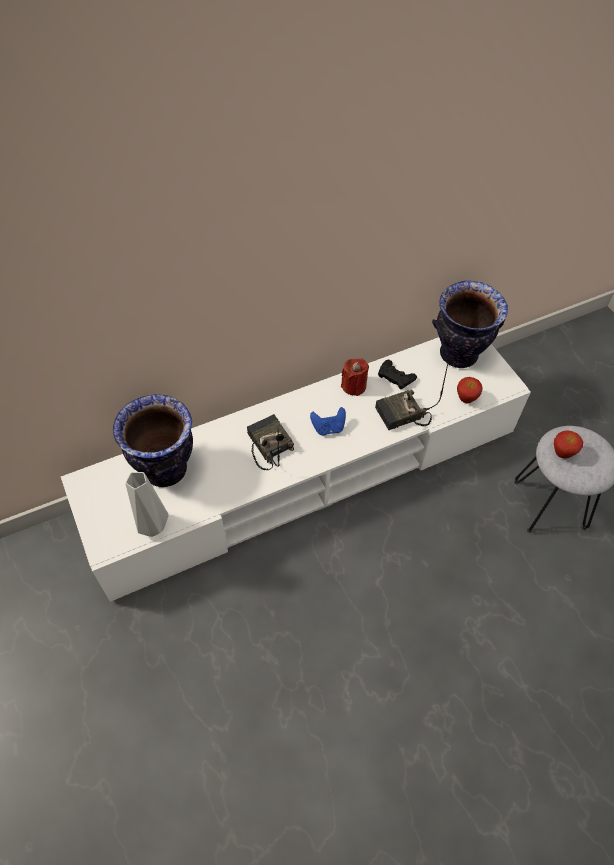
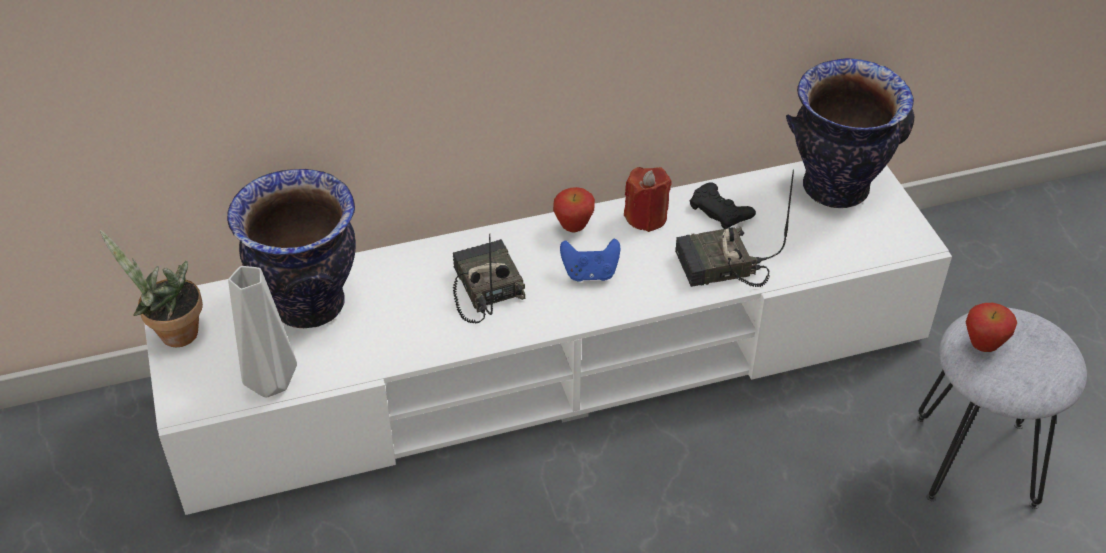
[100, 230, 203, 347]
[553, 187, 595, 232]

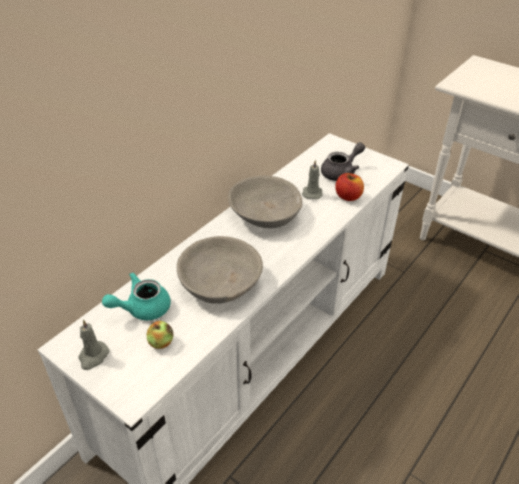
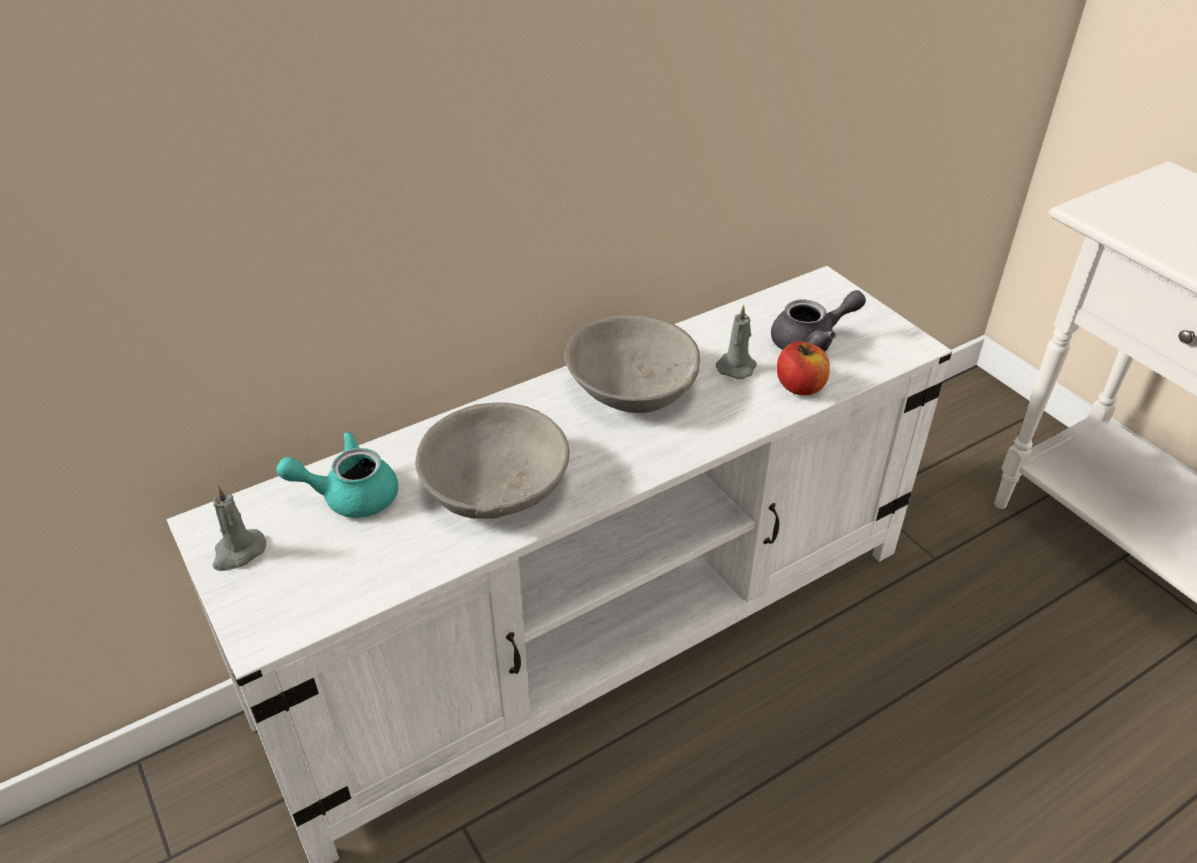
[147, 321, 173, 349] (first image)

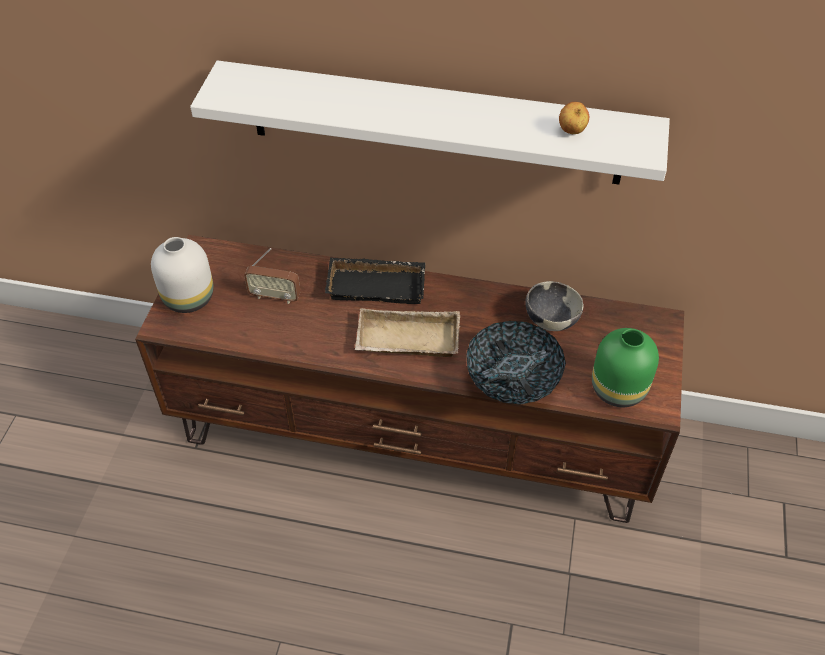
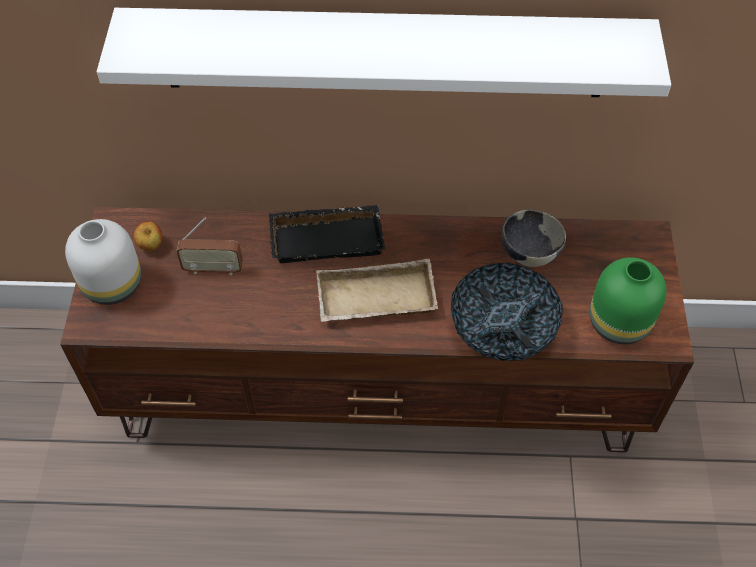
[134, 221, 163, 251]

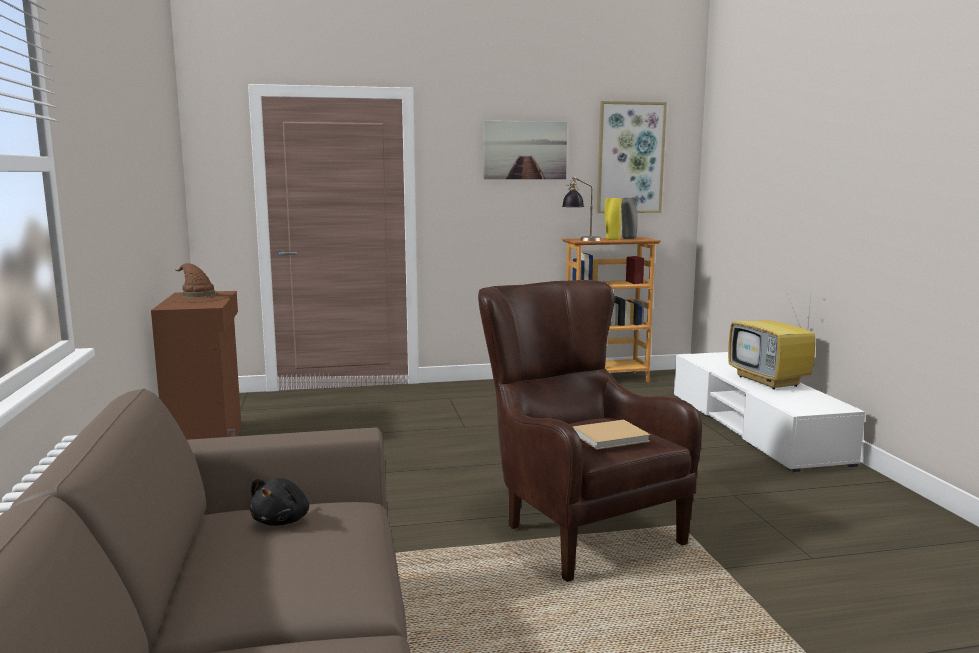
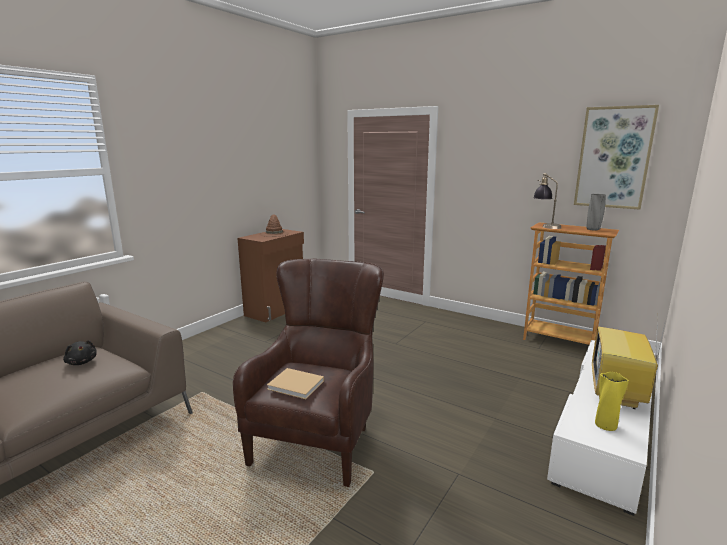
[484, 121, 567, 179] (first image)
[595, 372, 629, 431]
[63, 340, 97, 365]

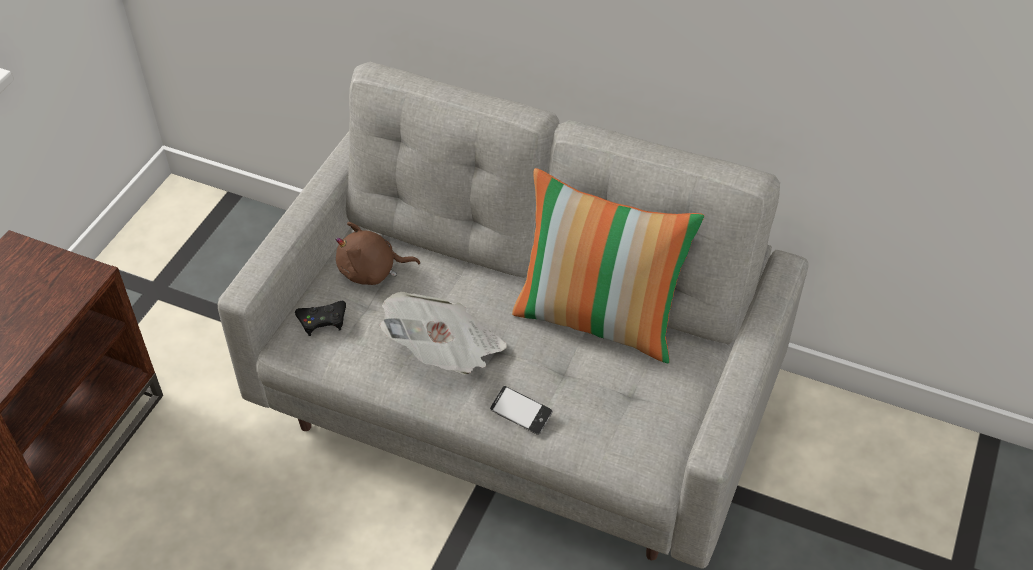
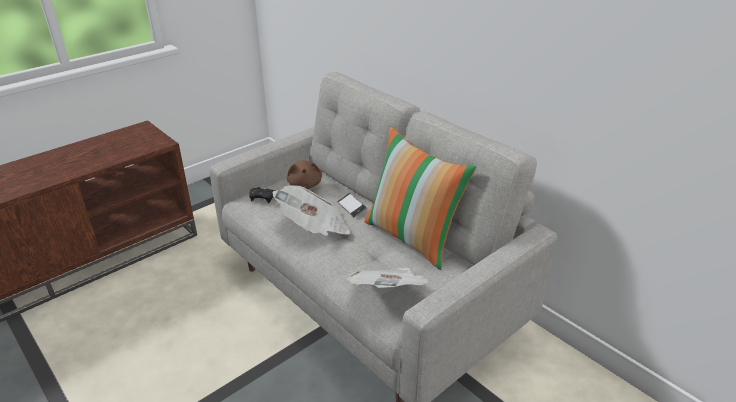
[346, 267, 430, 288]
[338, 193, 367, 217]
[286, 160, 322, 189]

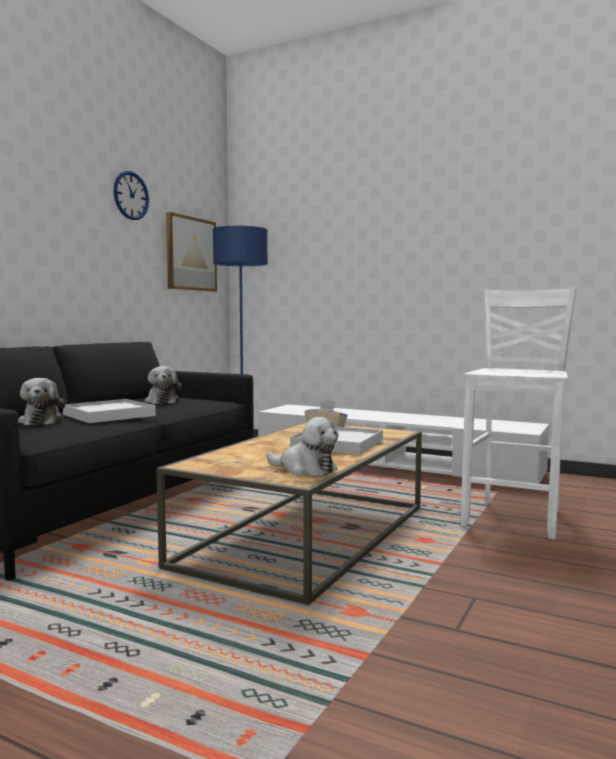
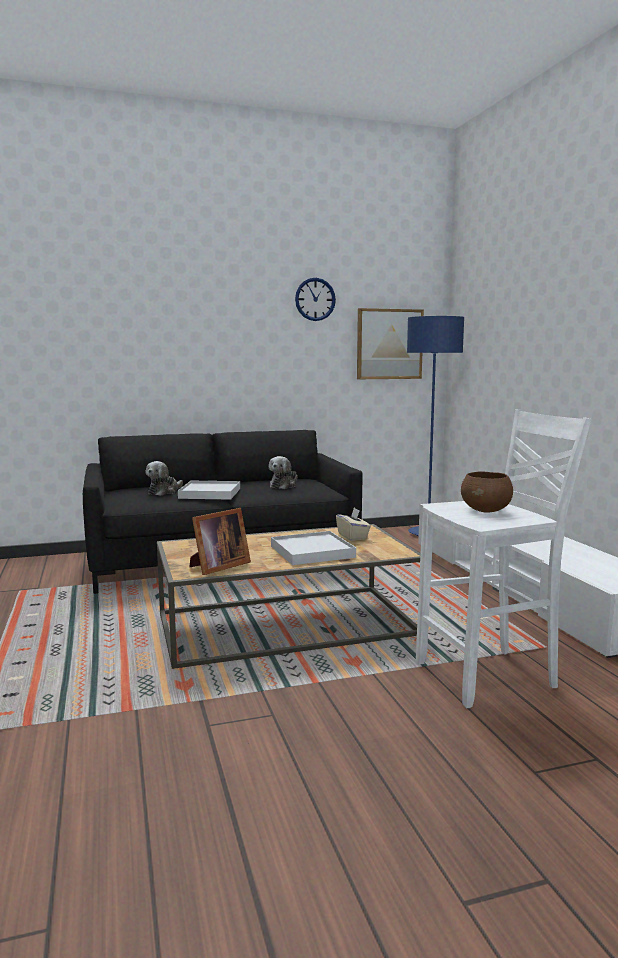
[461, 471, 513, 513]
[190, 508, 251, 575]

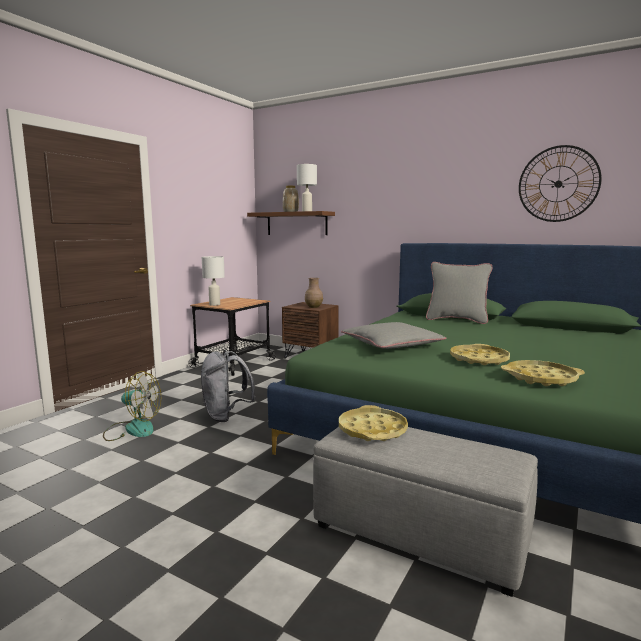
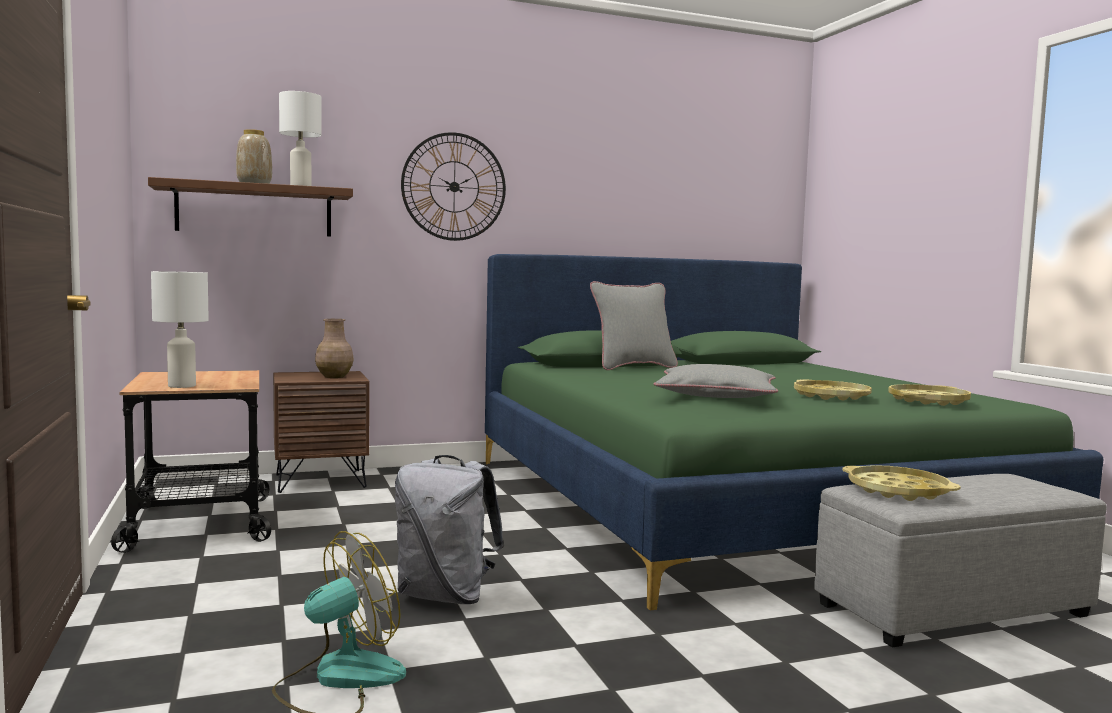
[401, 132, 506, 241]

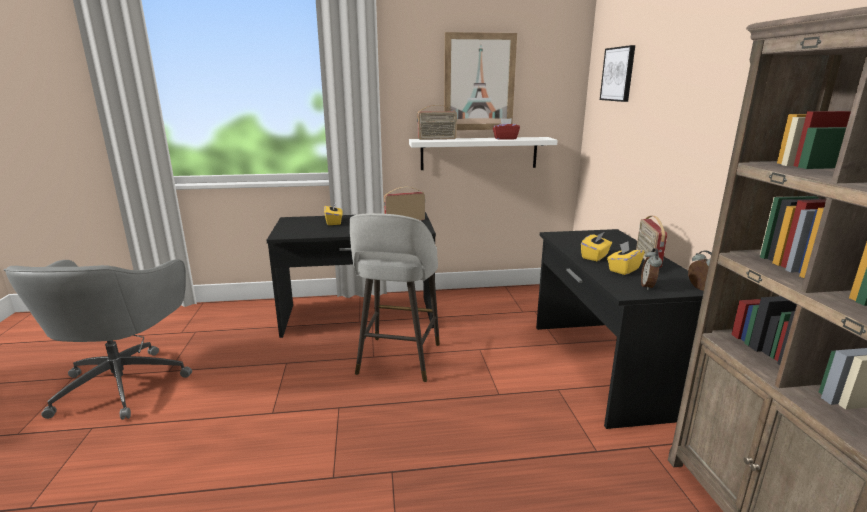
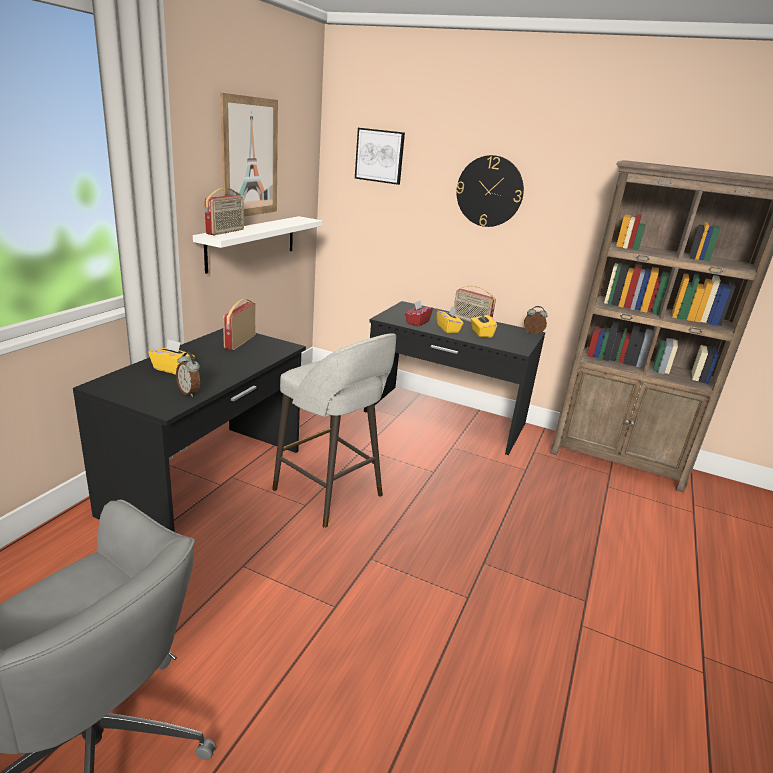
[456, 155, 524, 227]
[405, 300, 433, 326]
[176, 352, 200, 397]

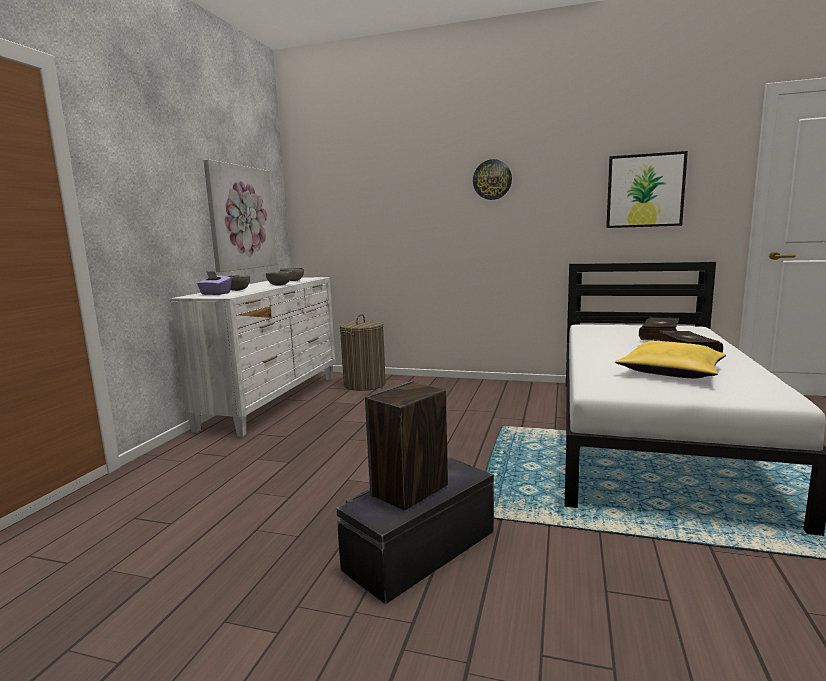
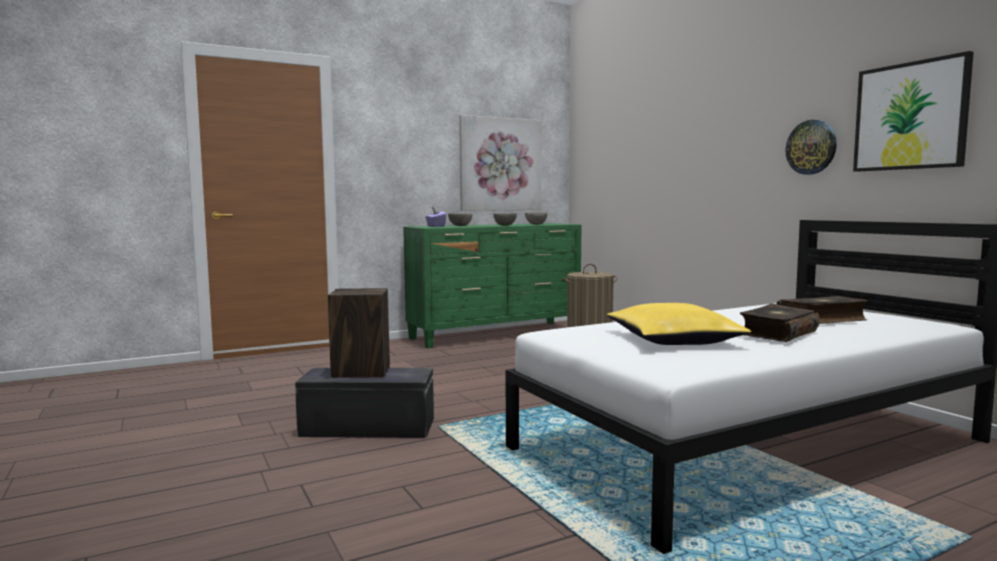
[786, 120, 837, 175]
[403, 223, 581, 349]

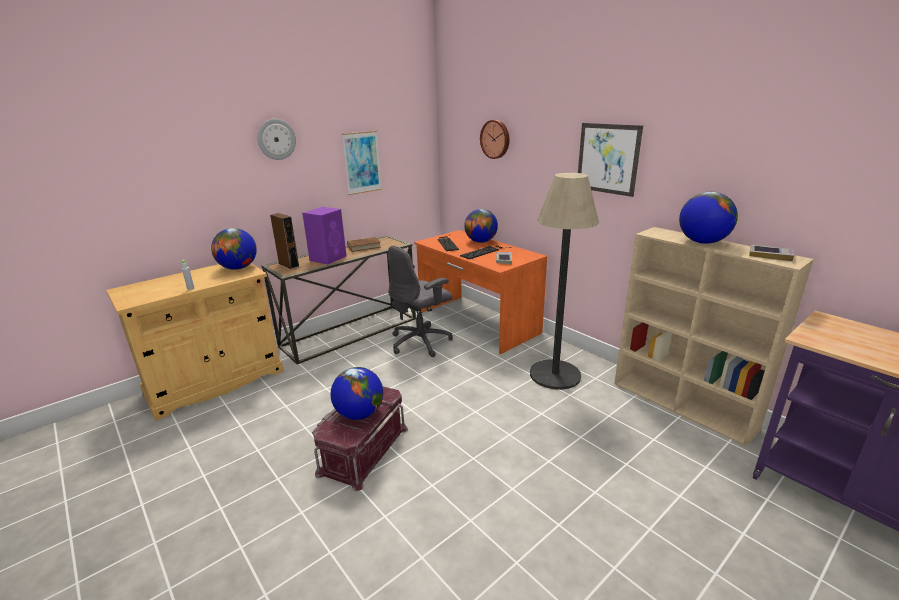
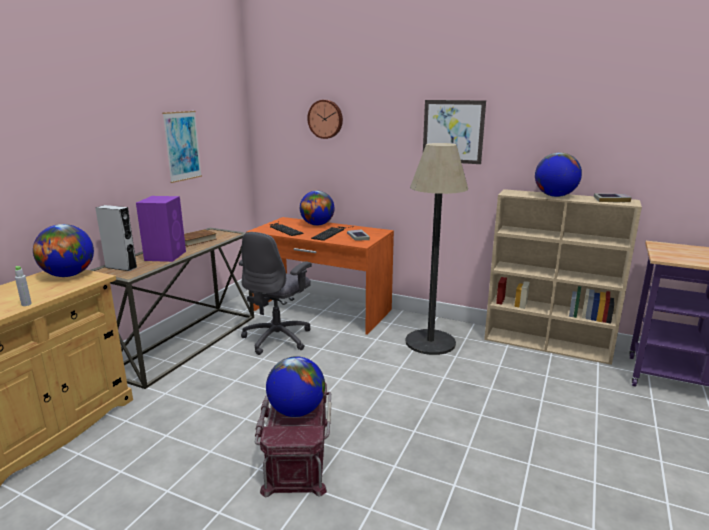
[257, 119, 296, 160] (first image)
[95, 205, 137, 271]

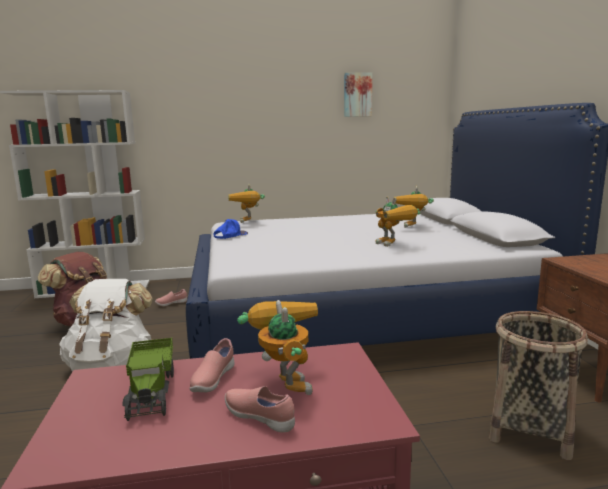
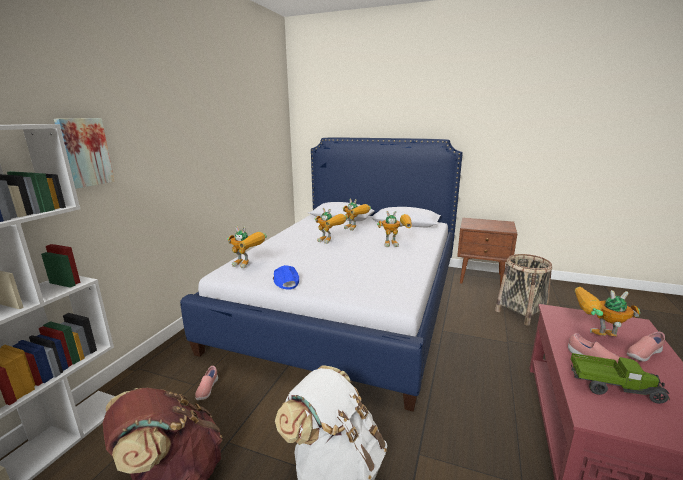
[315, 208, 348, 244]
[54, 118, 115, 189]

